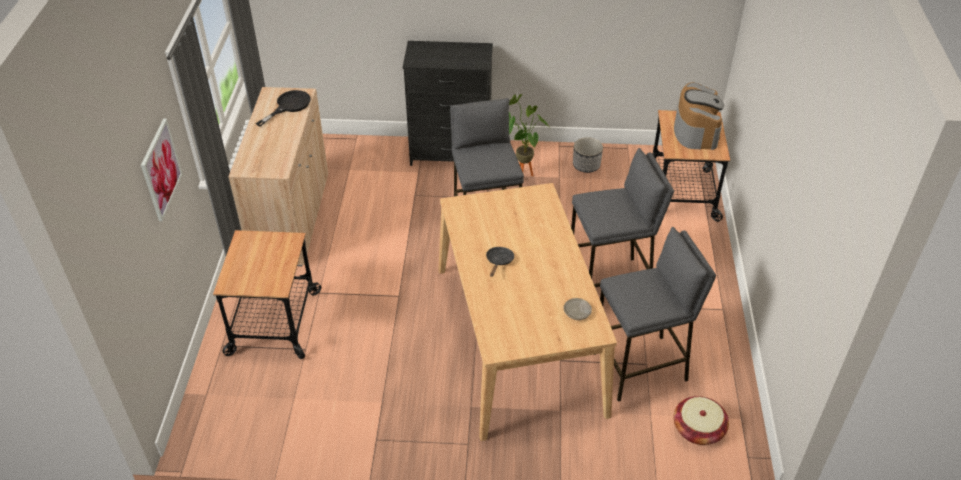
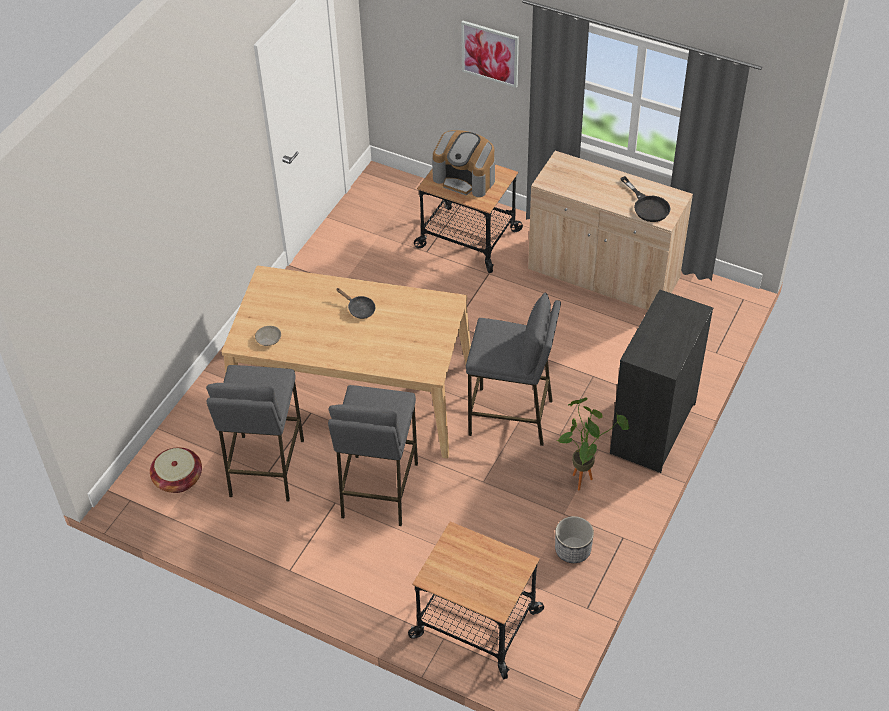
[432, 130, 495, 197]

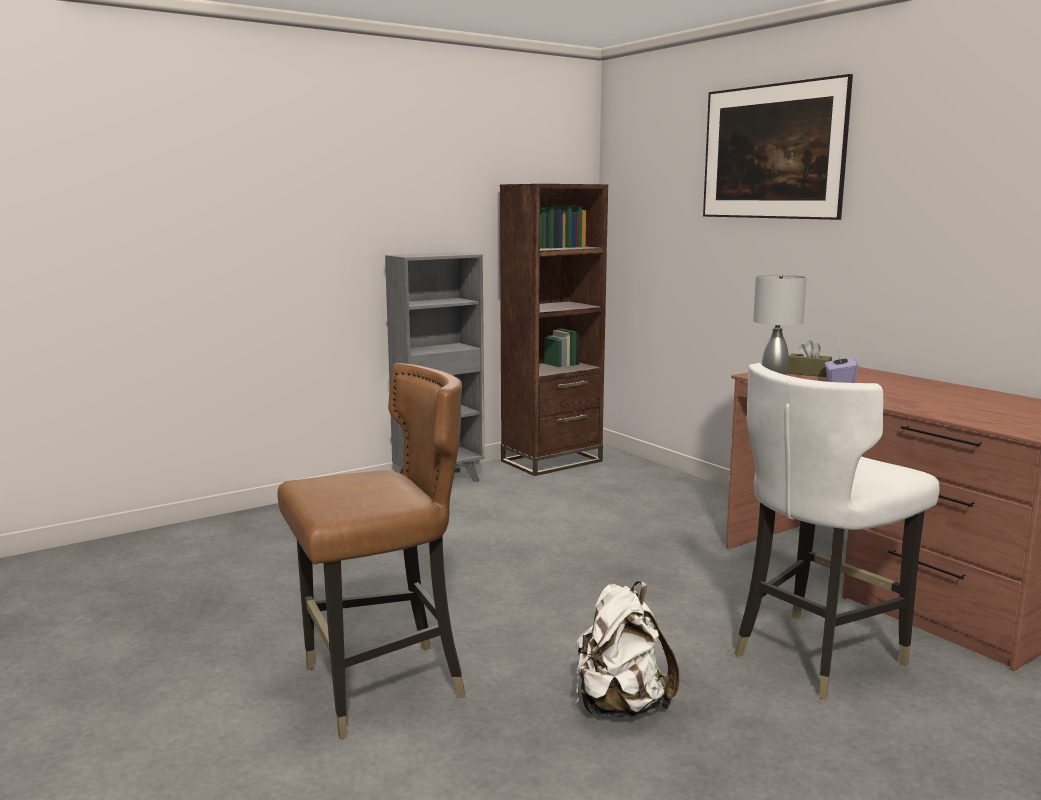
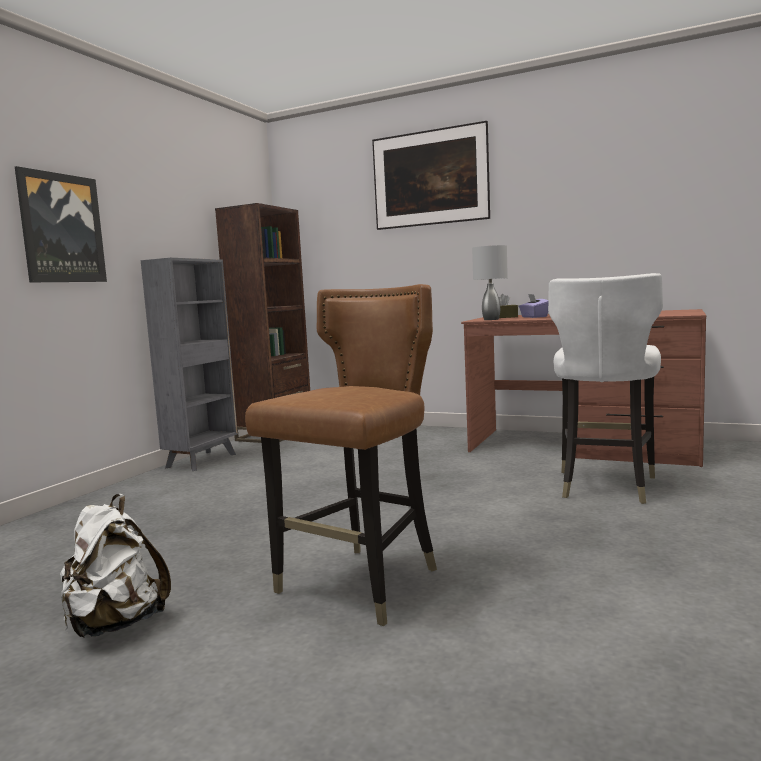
[15, 166, 107, 282]
[60, 494, 171, 637]

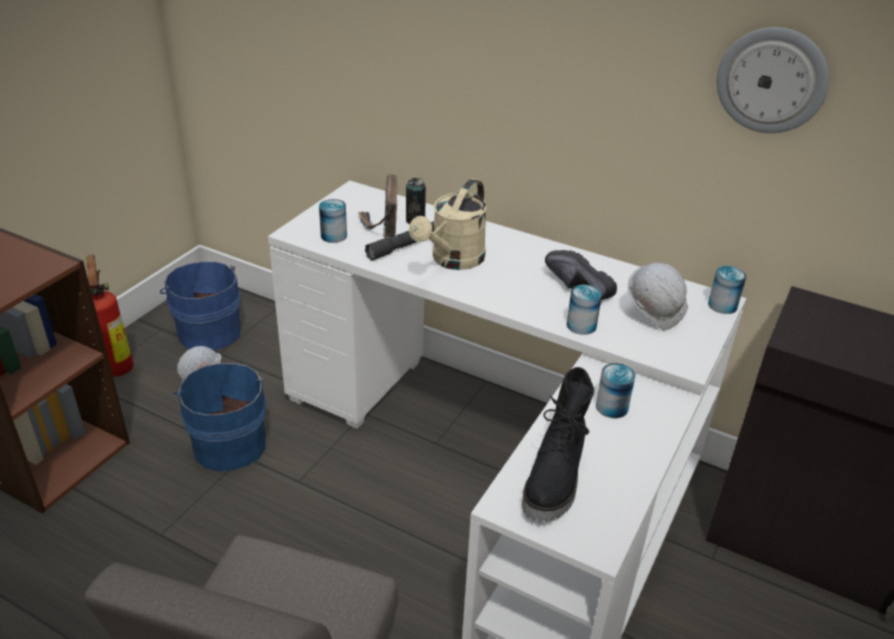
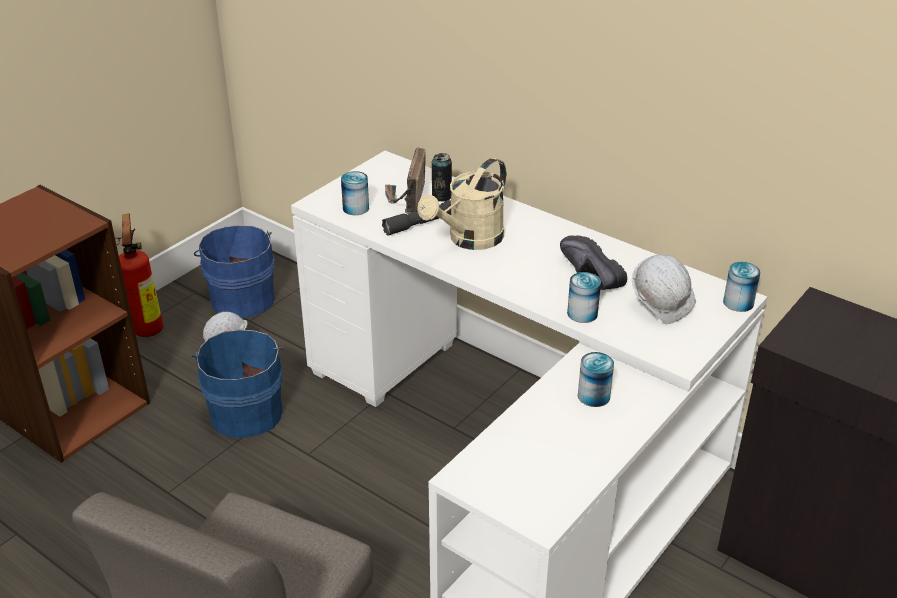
[522, 367, 594, 522] (first image)
[716, 27, 829, 133] (first image)

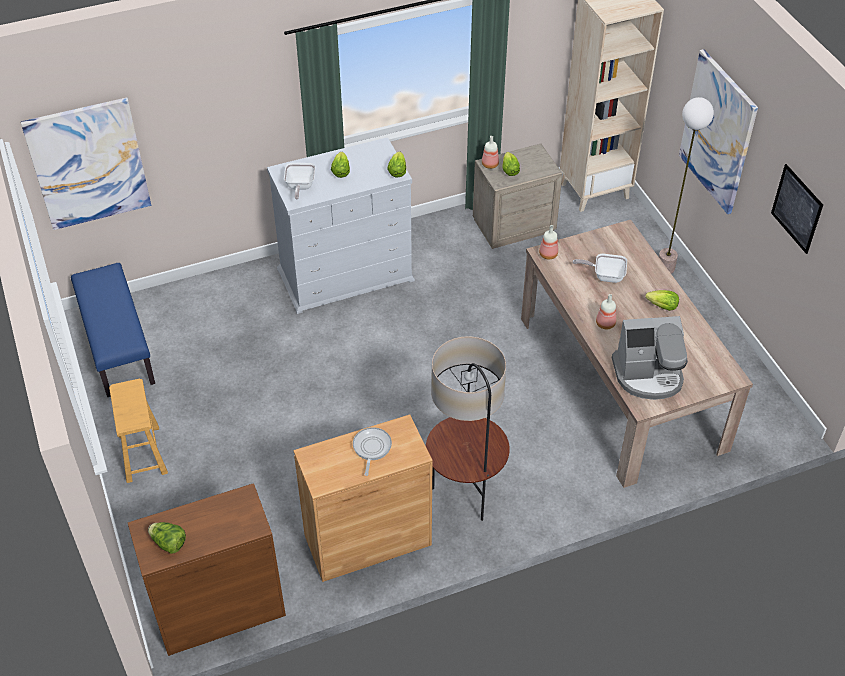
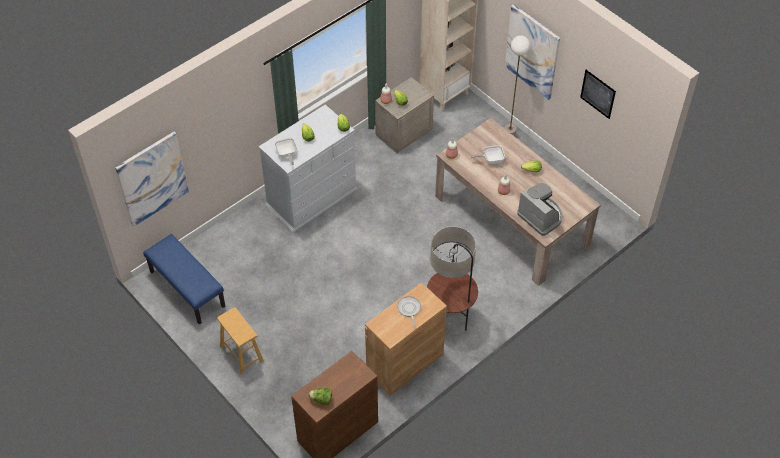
[517, 183, 563, 236]

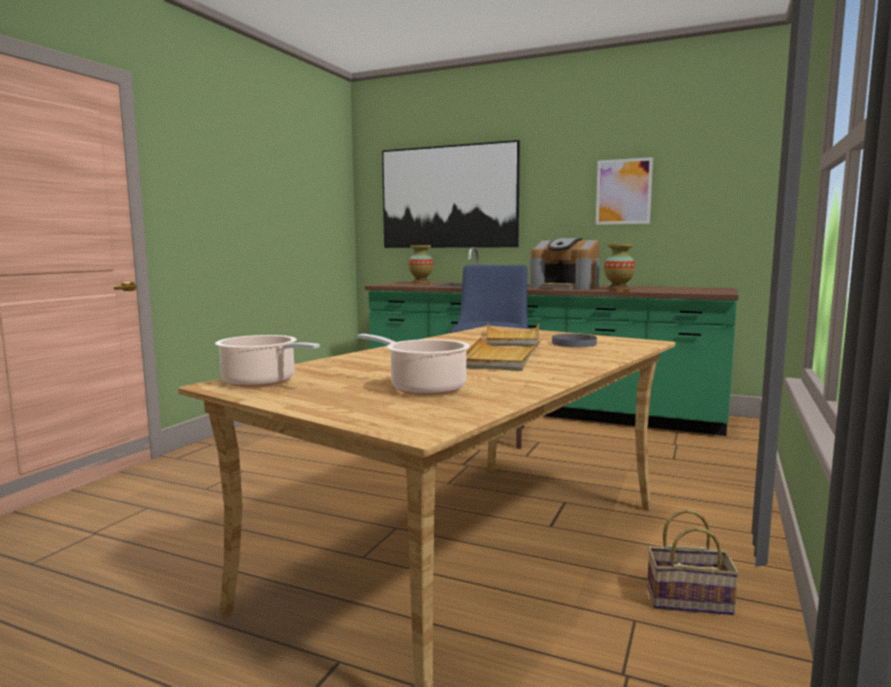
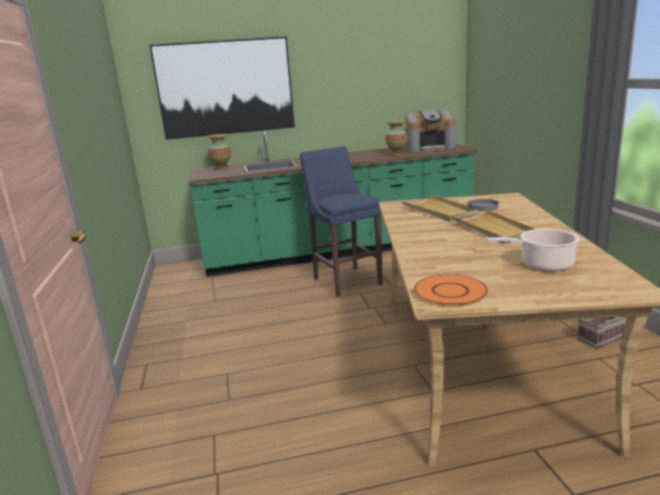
[596, 157, 653, 225] (first image)
[405, 110, 456, 152]
[414, 275, 488, 306]

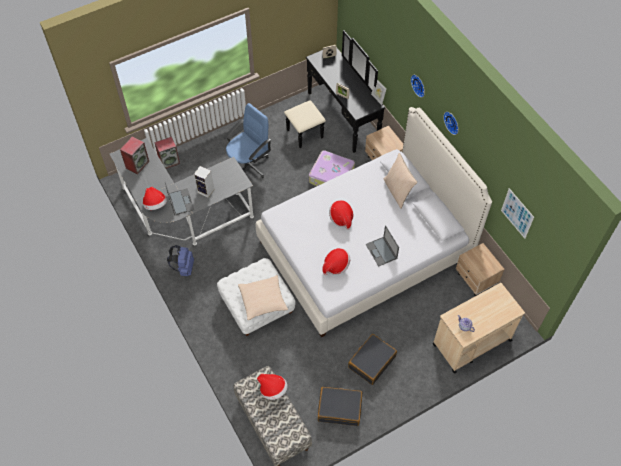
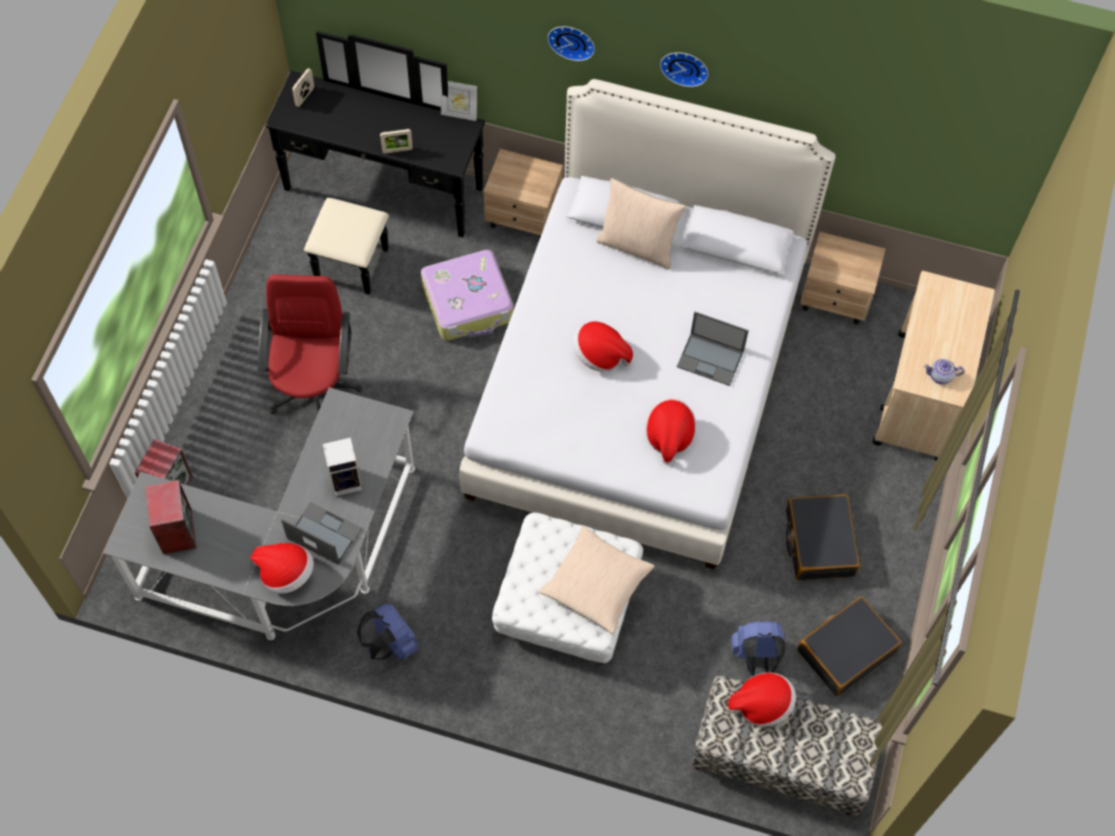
[501, 188, 534, 239] (first image)
[731, 621, 786, 676]
[258, 274, 362, 414]

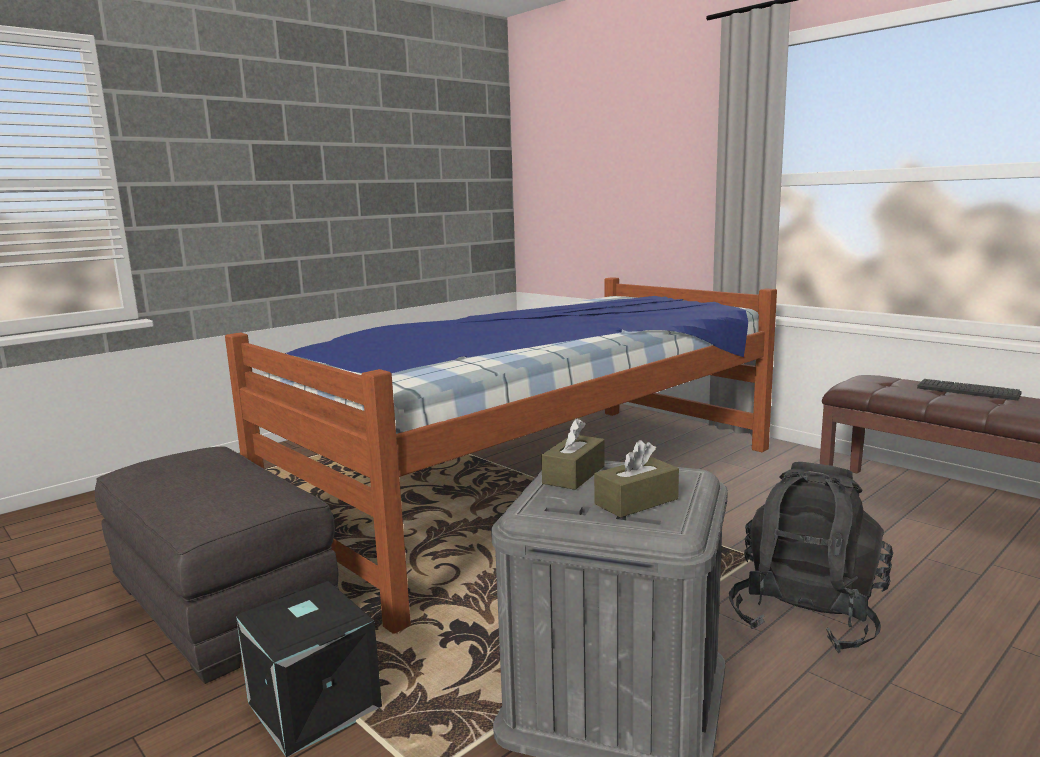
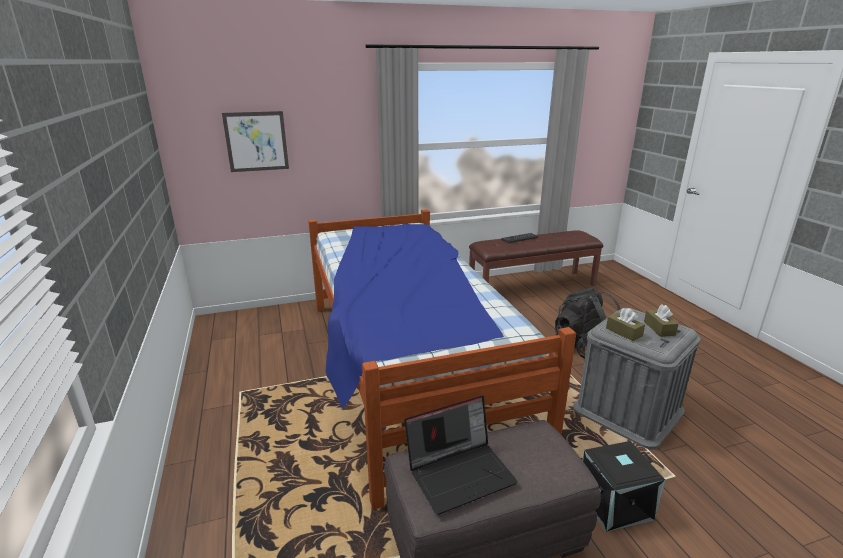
[222, 111, 289, 172]
[404, 395, 518, 515]

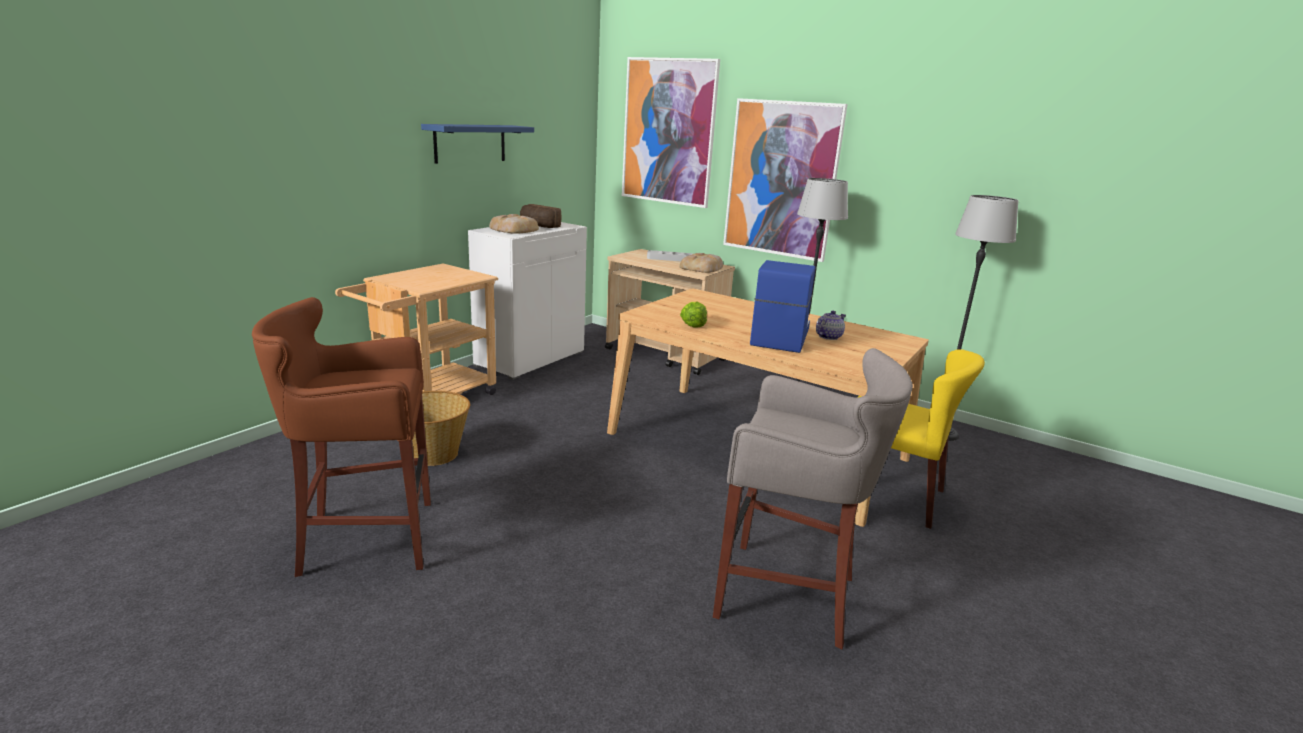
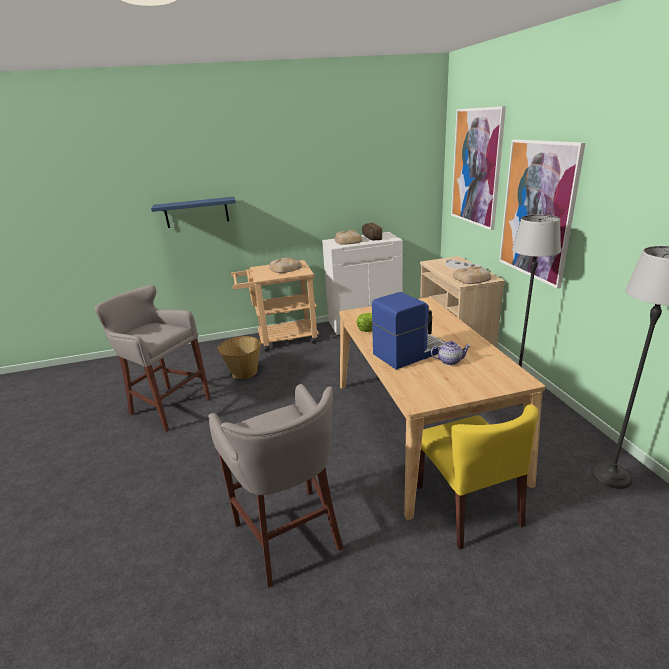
[269, 257, 302, 273]
[151, 197, 236, 228]
[95, 285, 211, 432]

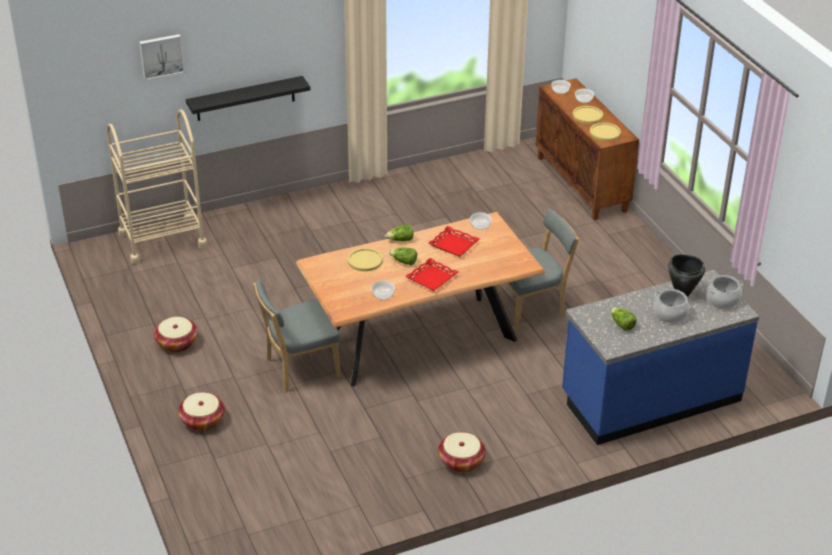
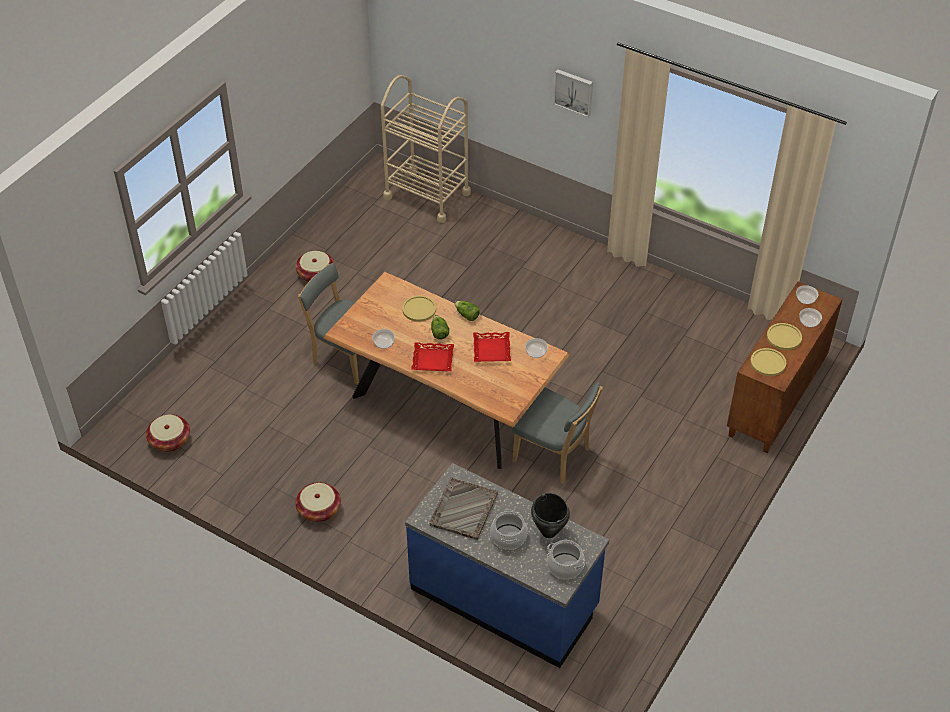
[186, 76, 310, 121] (first image)
[553, 69, 593, 117]
[146, 414, 190, 452]
[430, 478, 498, 540]

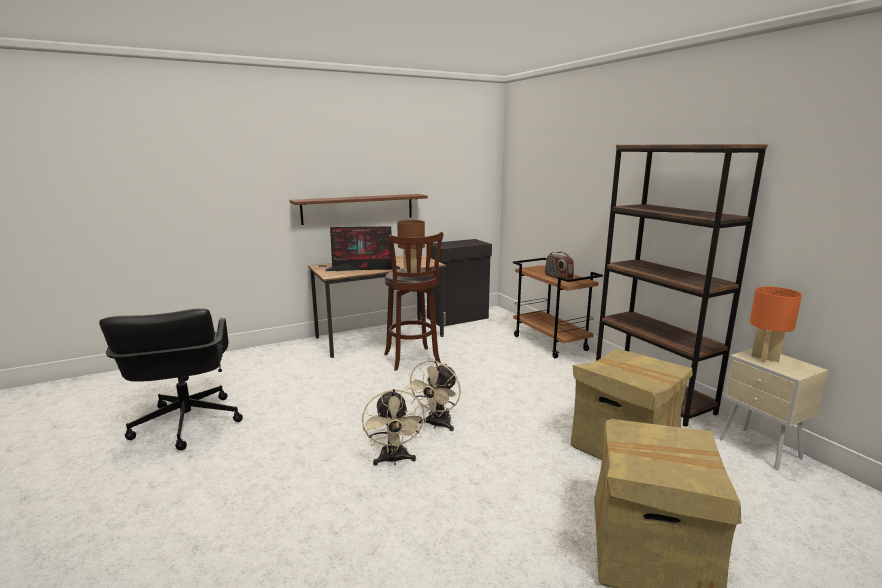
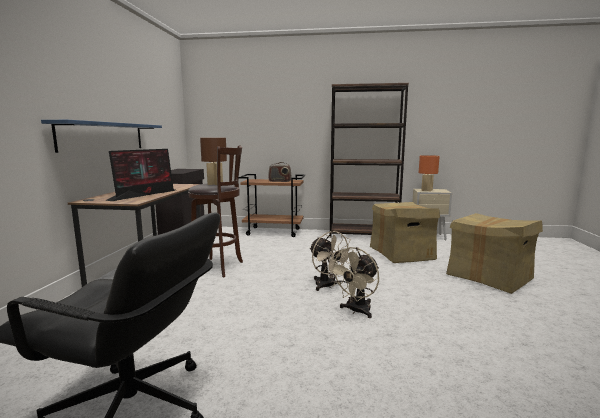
[41, 120, 162, 153]
[328, 247, 379, 318]

